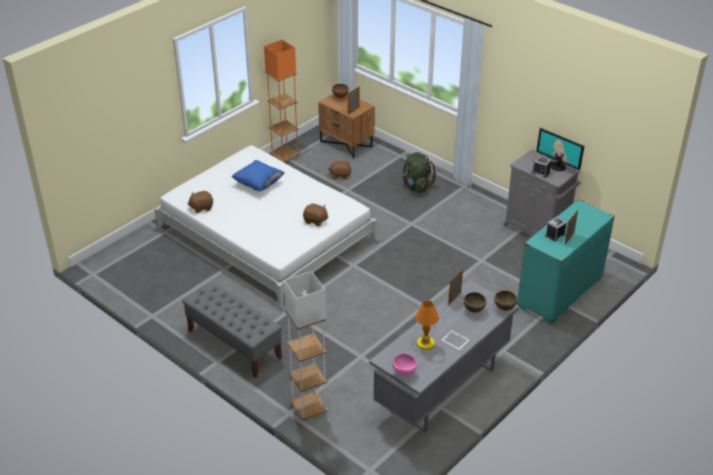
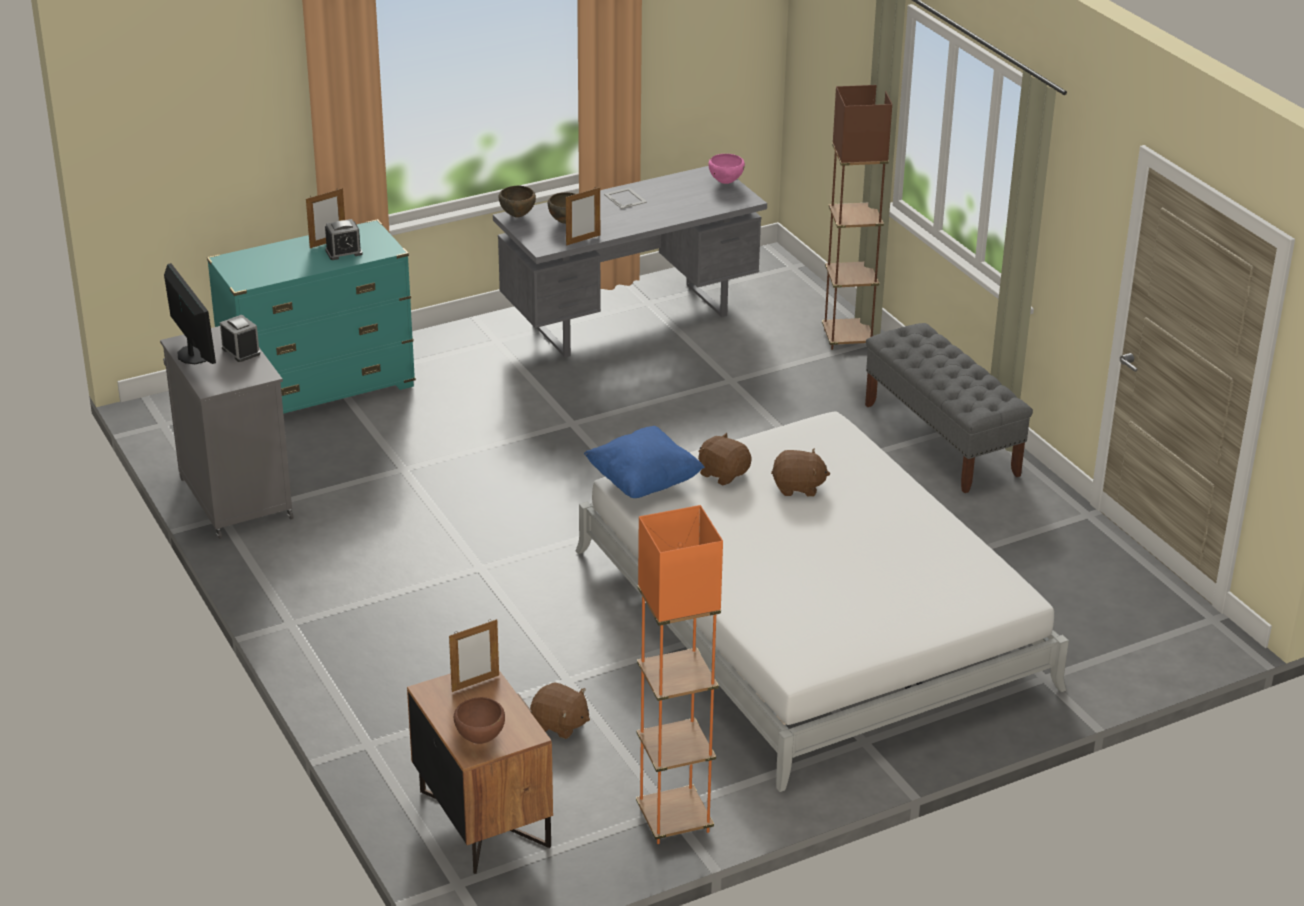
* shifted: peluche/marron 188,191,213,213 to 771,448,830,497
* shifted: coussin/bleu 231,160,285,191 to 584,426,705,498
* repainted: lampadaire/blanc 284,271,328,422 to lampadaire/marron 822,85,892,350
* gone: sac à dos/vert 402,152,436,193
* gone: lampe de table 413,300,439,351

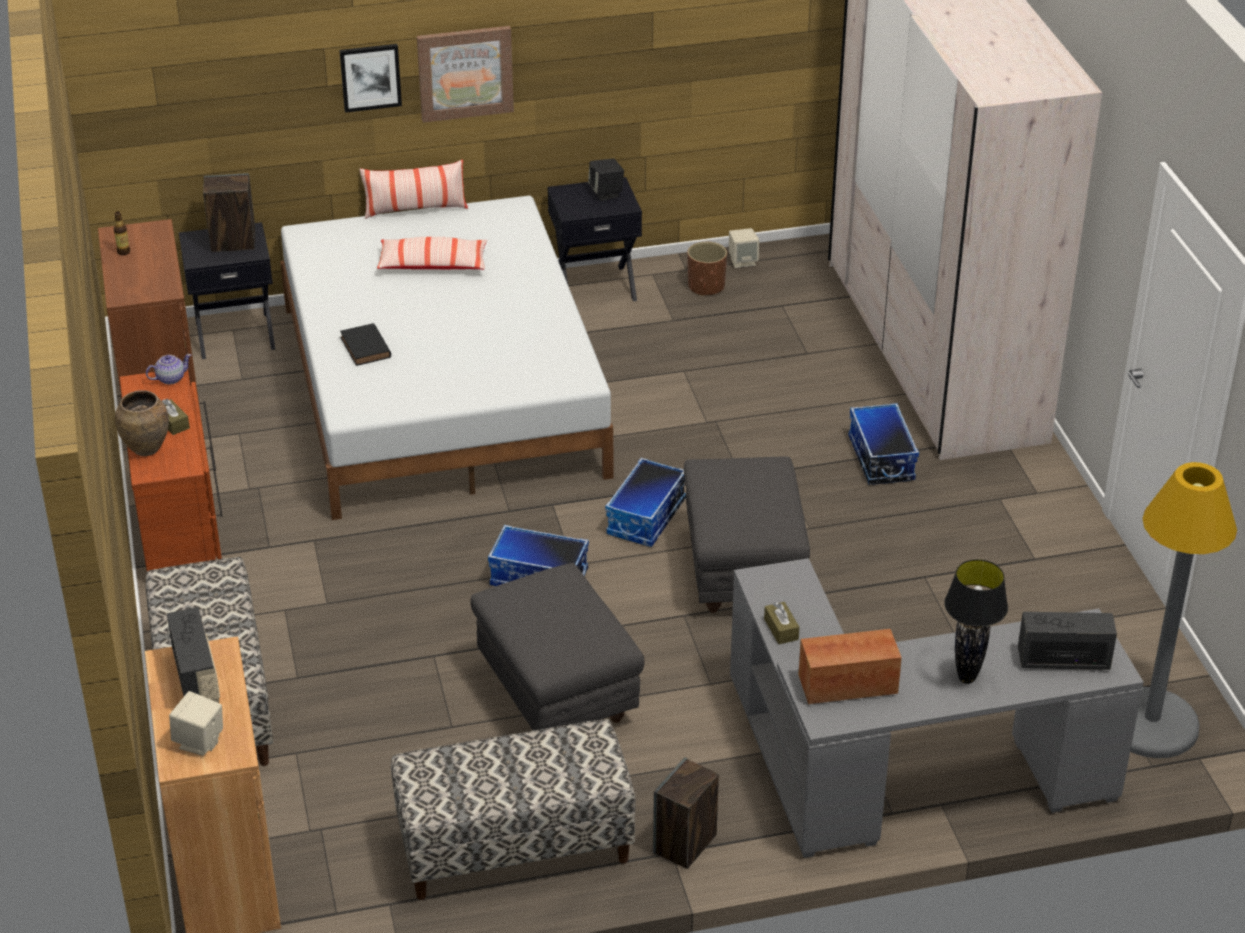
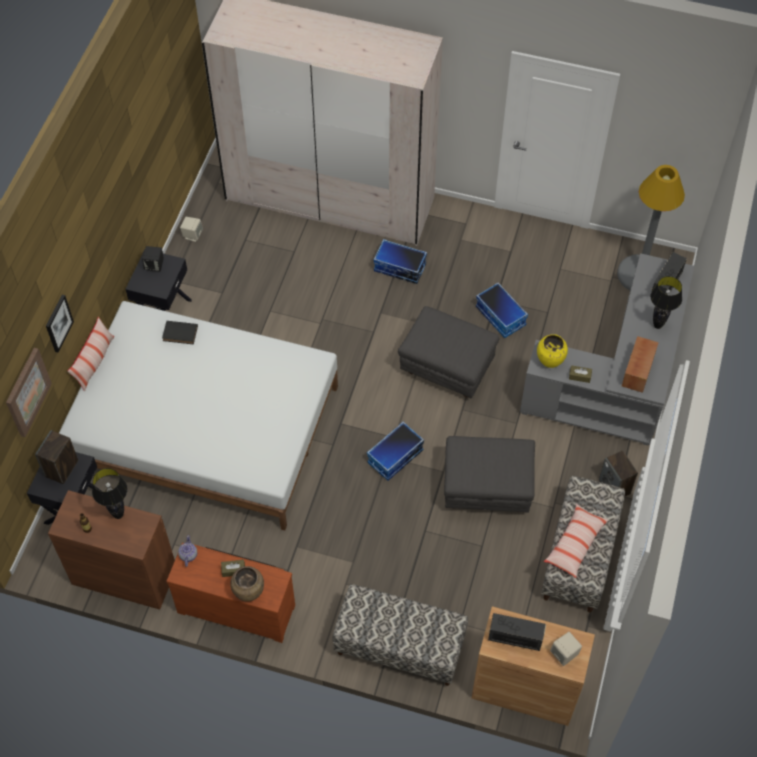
* shifted: livre/noir 340,323,391,366 to 162,321,198,345
* shifted: coussin 377,237,488,270 to 544,504,608,578
* shifted: tableau 417,26,514,123 to 6,348,52,437
* shifted: boîte de rangement 605,458,686,547 to 476,282,528,338
* gone: cache-pot/marron 687,242,727,296
* new: lampe de table/noir 92,468,128,519
* new: vase/jaune 537,334,568,368

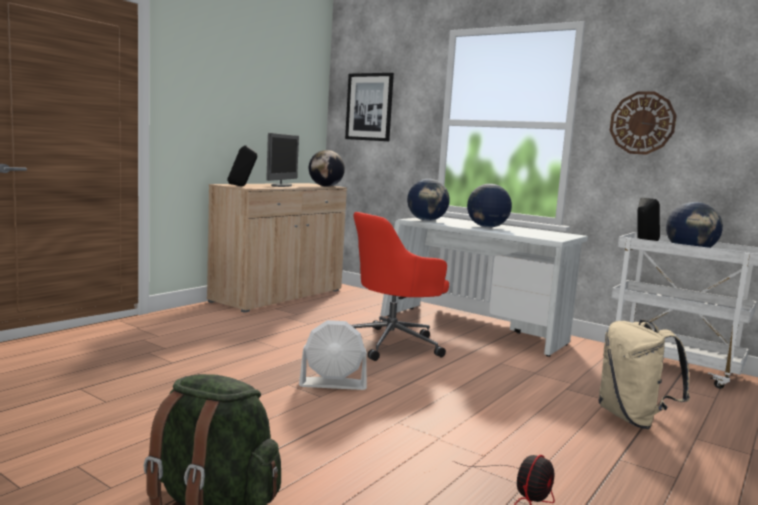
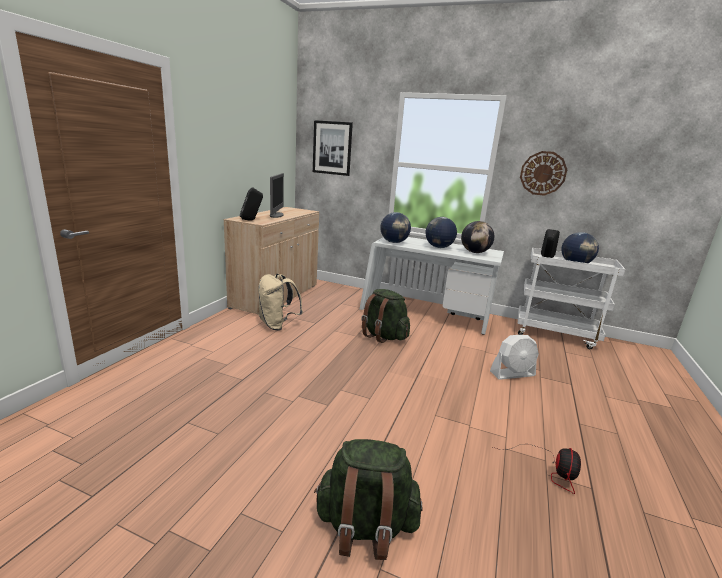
* shifted: ventilateur/blanc 299,320,367,390 to 490,335,539,380
* shifted: globe 309,150,345,186 to 461,221,494,253
* swapped: chaise de bureau/rouge 351,212,449,361 to sac à dos/vert 361,289,410,343
* shifted: sac à dos/beige 599,320,690,429 to 258,273,303,331

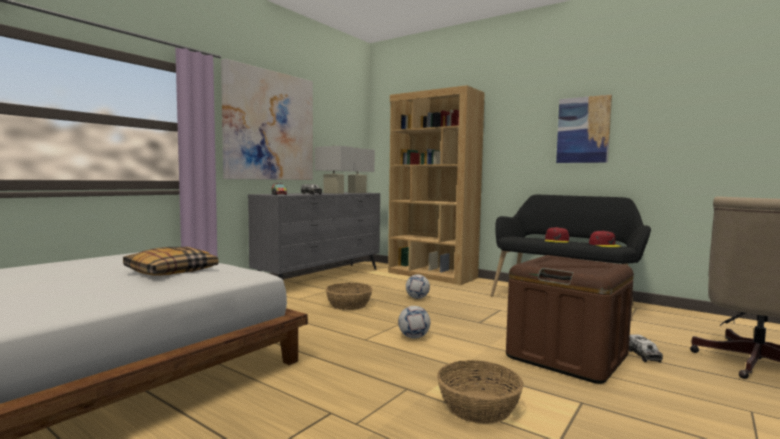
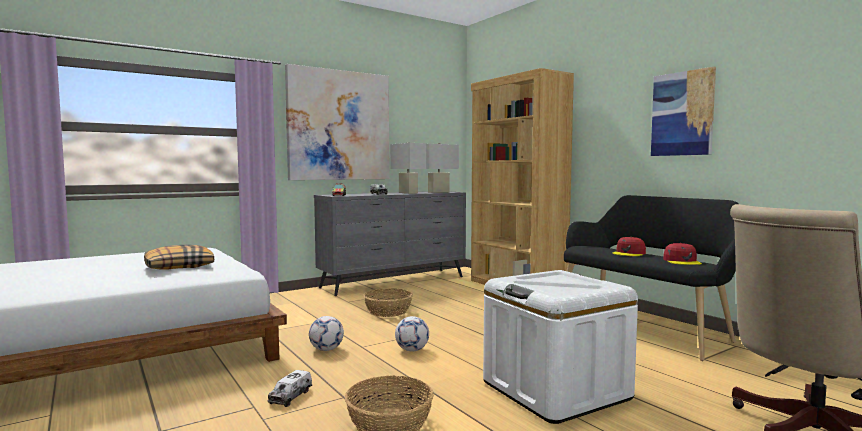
* shifted: ballon de foot 406,274,430,299 to 309,316,344,351
* repainted: boîte de rangement/marron 506,255,634,384 to boîte de rangement/blanc 483,270,638,424
* shifted: camion jouet 629,334,663,362 to 268,370,312,407

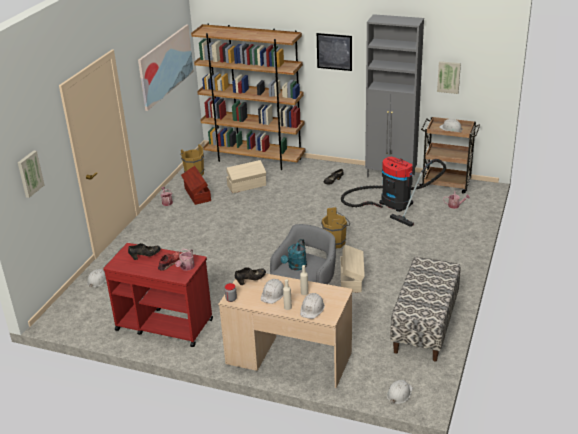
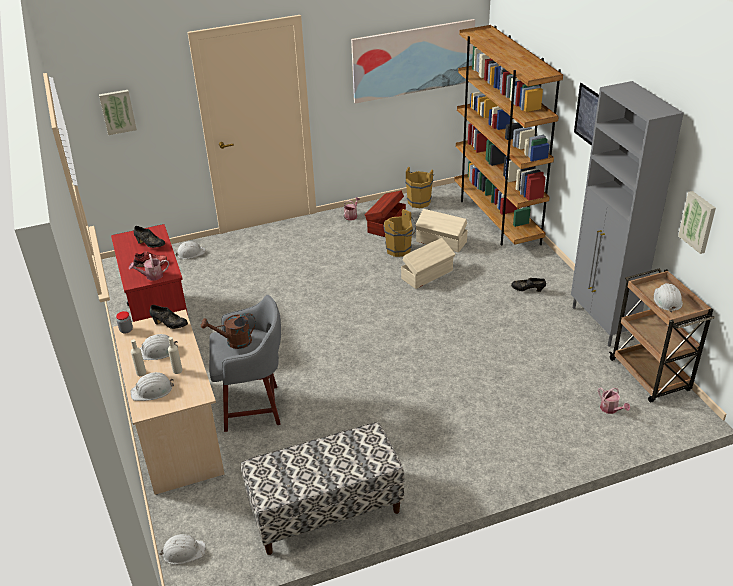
* repainted: arrosoir/turquoise 281,239,307,270 to arrosoir/marron 201,313,256,349
* shifted: seau/marron 321,207,350,248 to 383,209,416,257
* gone: aspirateur 341,156,446,227
* shifted: boîte de rangement/beige 341,245,365,292 to 401,238,455,289

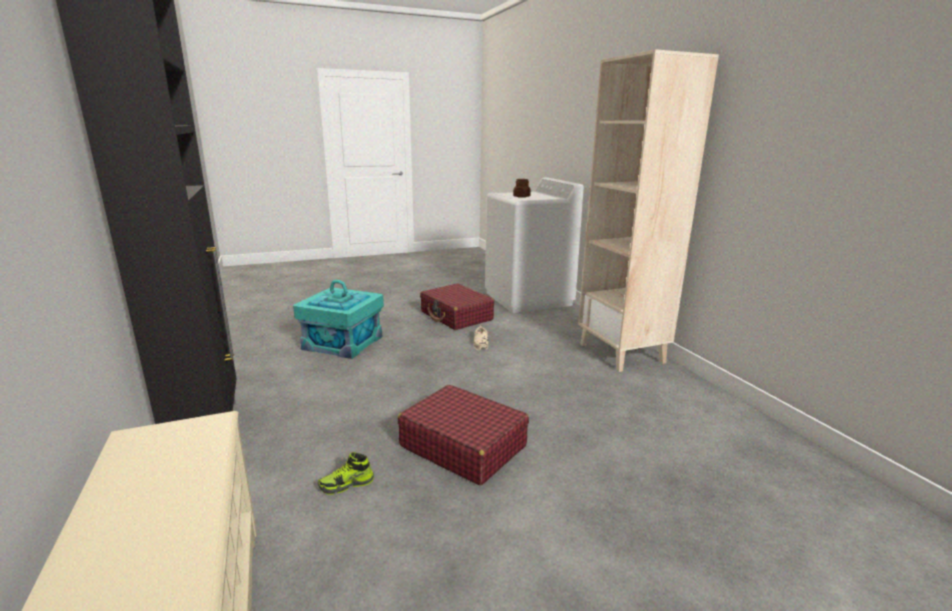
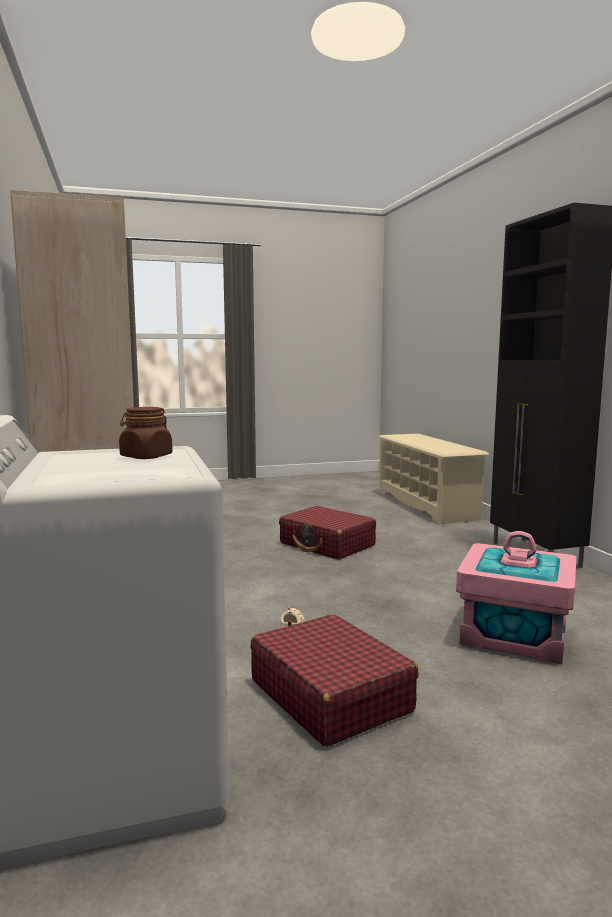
* repainted: boîte de rangement/turquoise 293,280,384,359 to boîte de rangement/rose 456,531,576,664
* gone: chaussure 318,452,374,495

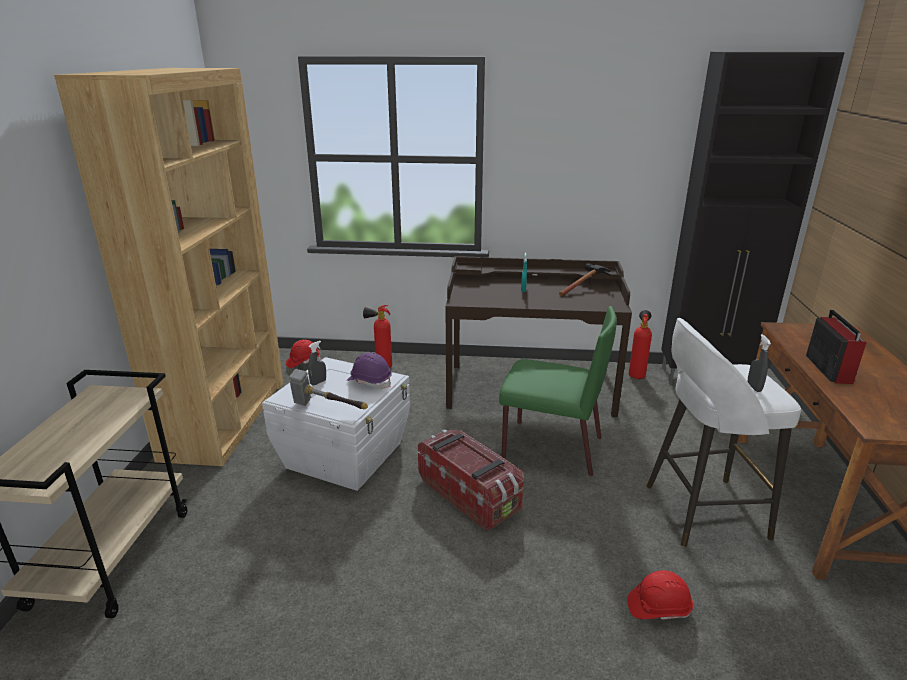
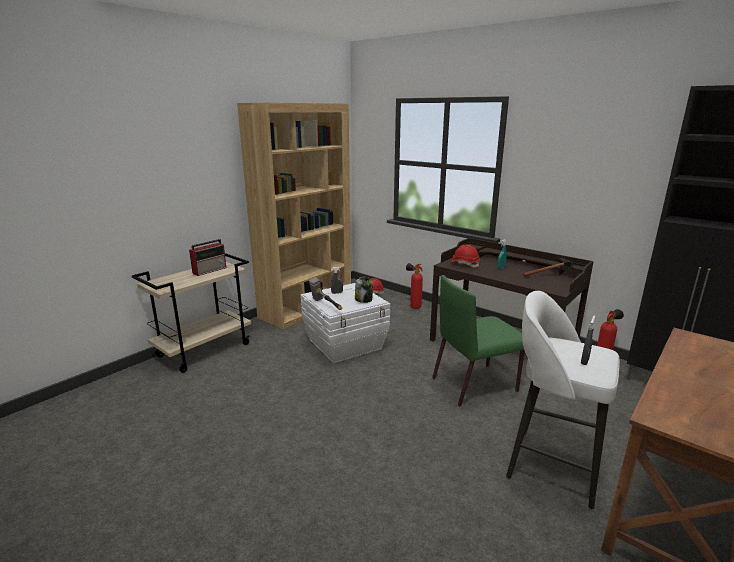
* swapped: casque de chantier/violet 347,352,392,389 to bocal 355,277,373,303
* gone: boîte de rangement 418,429,524,531
* rotated: chaise/vert 499,306,617,476 = 432,275,525,406 105 degrees clockwise
* shifted: casque de chantier/rouge 627,570,693,620 to 449,245,480,267
* shifted: radio 806,310,867,384 to 189,239,226,276

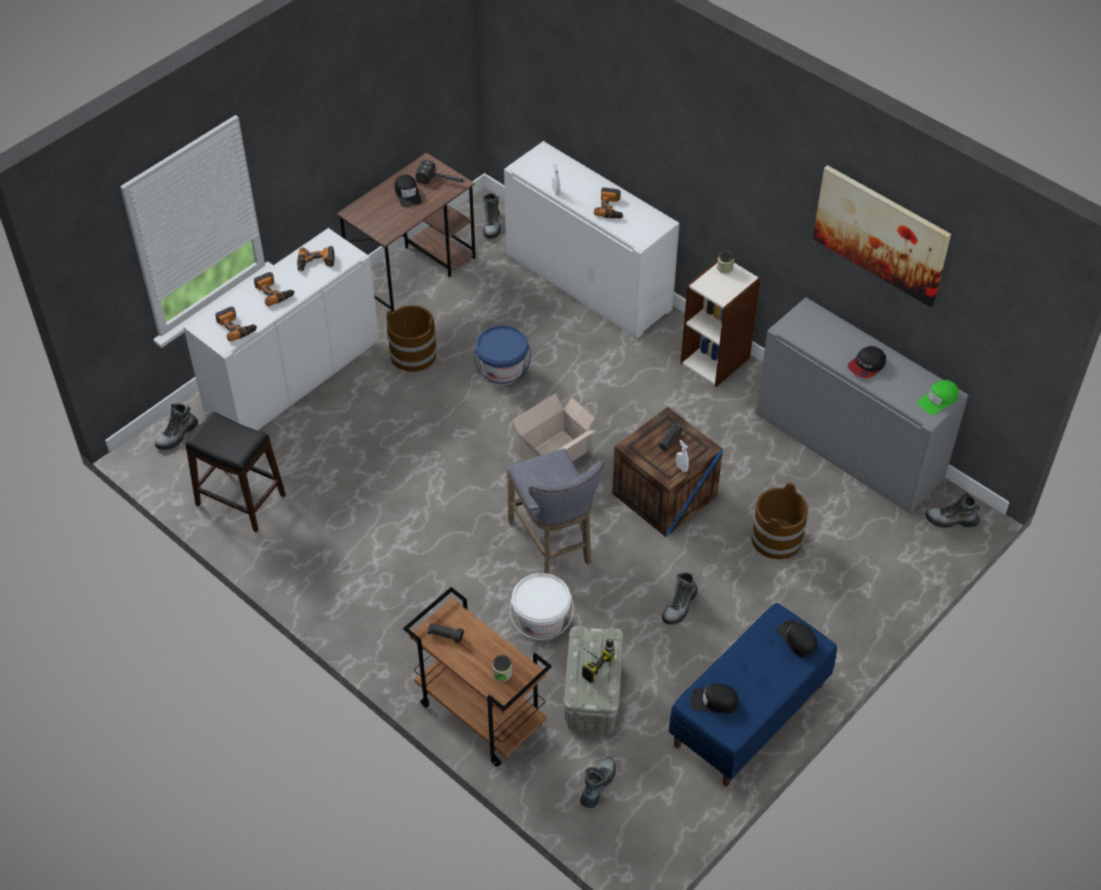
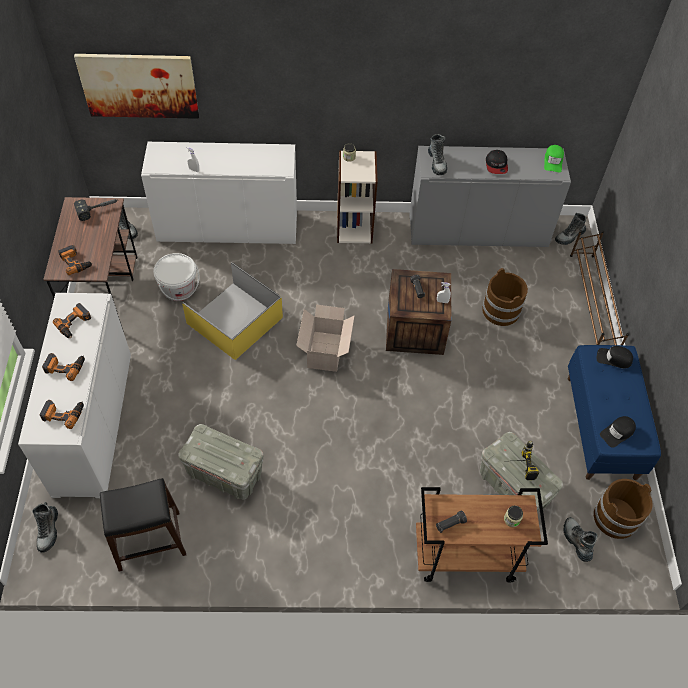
* shifted: seau/marron 386,305,437,372 to 594,479,652,539
* gone: casquette/noir 395,175,422,207
* swapped: seau/bleu 474,325,531,385 to boîte de rangement/jaune 182,262,283,360
* gone: tabouret/gris 507,448,604,574
* shifted: seau/blanc 510,573,574,640 to 153,253,199,301
* shifted: perceuse 594,187,624,219 to 58,245,92,275
* shifted: botte 662,572,698,625 to 428,134,447,175
* shifted: tableau 813,165,951,307 to 74,54,199,119
* new: boîte de rangement/gris 178,424,264,500
* new: étagère à chaussures/marron 570,230,629,345

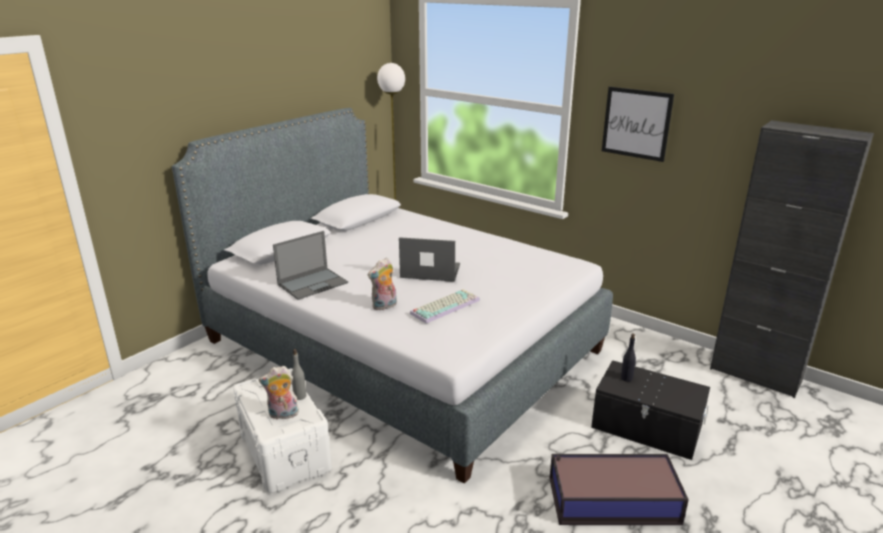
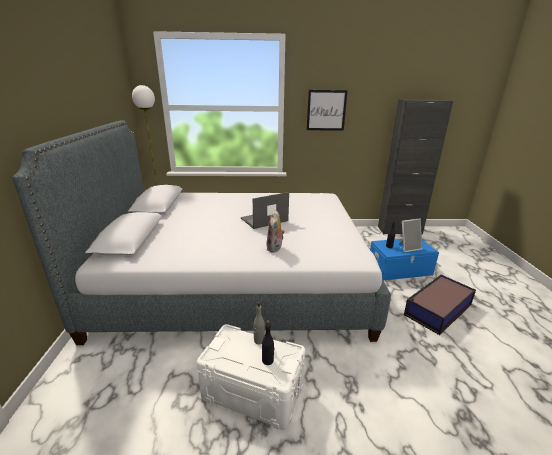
* swapped: peluche 259,366,299,420 to bouteille/noir 262,320,274,365
* gone: ordinateur portable 273,231,348,300
* gone: clavier 410,289,480,324
* repainted: boîte de rangement/noir 591,360,710,460 to boîte de rangement/bleu 370,239,439,280
* new: cadre photo 399,218,422,252

